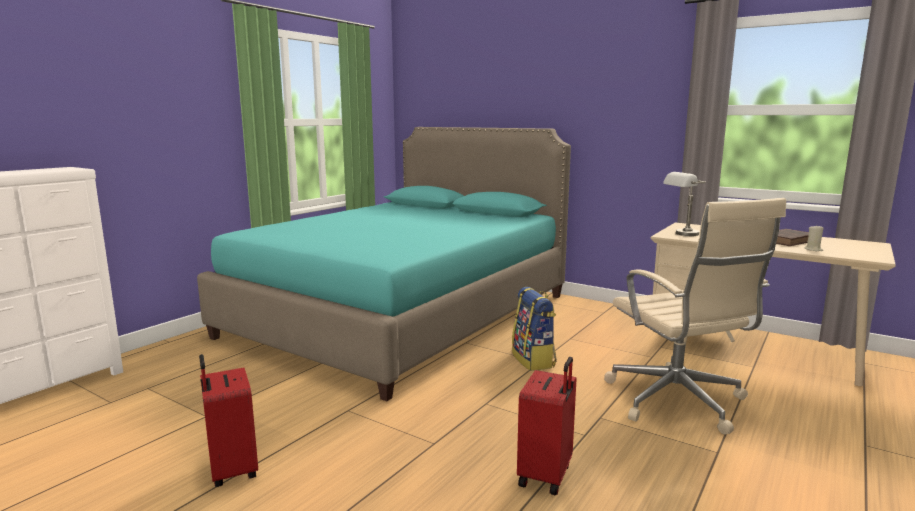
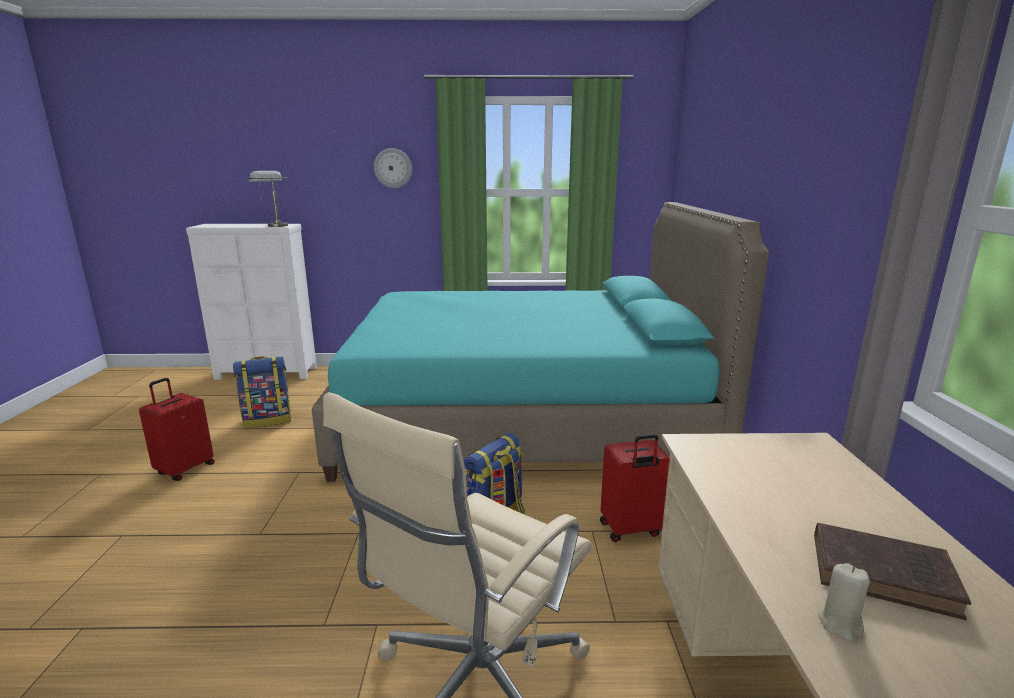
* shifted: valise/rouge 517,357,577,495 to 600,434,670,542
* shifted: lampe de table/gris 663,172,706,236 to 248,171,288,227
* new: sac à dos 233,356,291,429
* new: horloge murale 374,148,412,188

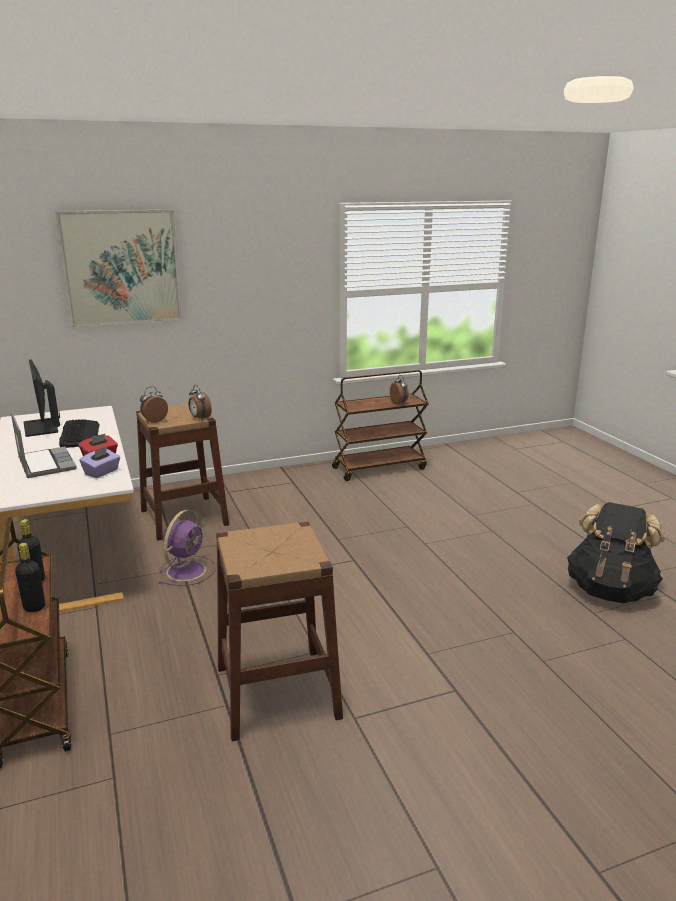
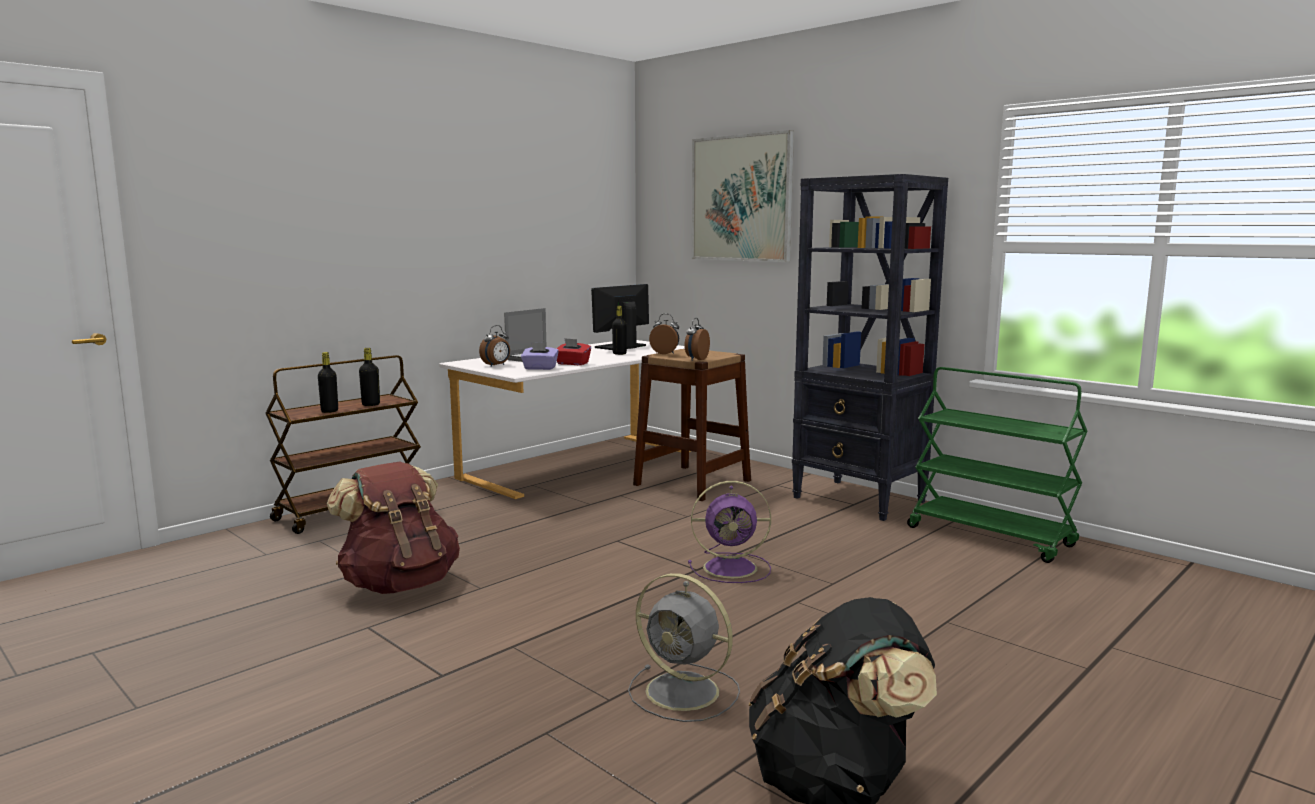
* swapped: clavier 59,419,100,448 to bouteille/noir 612,306,627,355
* shifted: ventilateur/violet 159,510,216,586 to 688,481,771,583
* swapped: tabouret/marron 216,522,343,741 to sac à dos/marron 326,461,460,594
* repainted: chariot/marron 332,370,429,481 to chariot/vert 907,367,1087,563
* shifted: réveil 390,375,409,405 to 479,325,510,366
* new: ventilateur/gris 628,573,740,722
* new: bibliothèque/noir 792,174,948,521

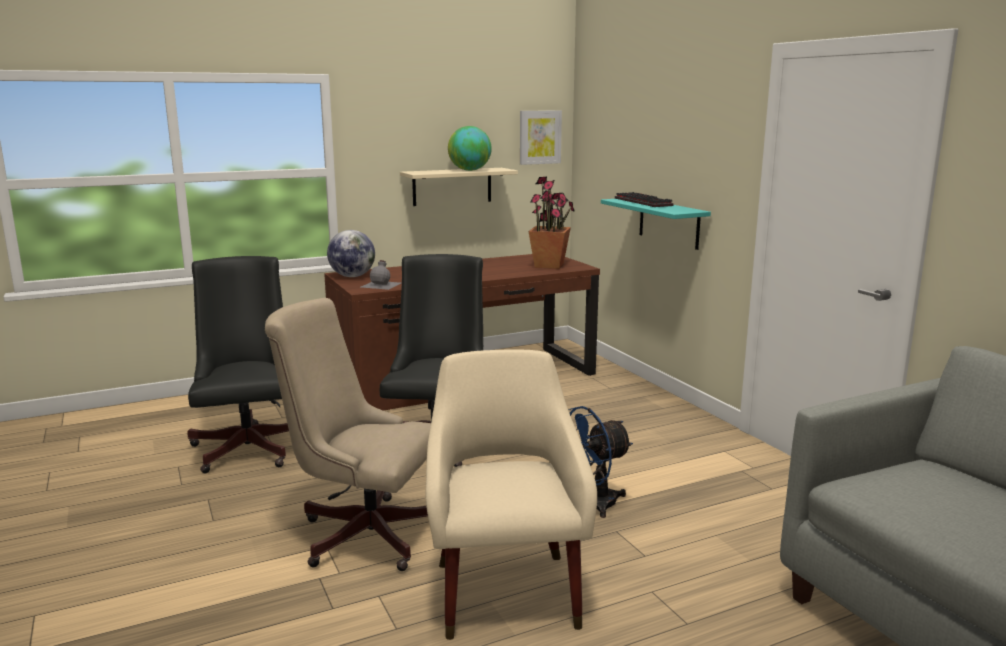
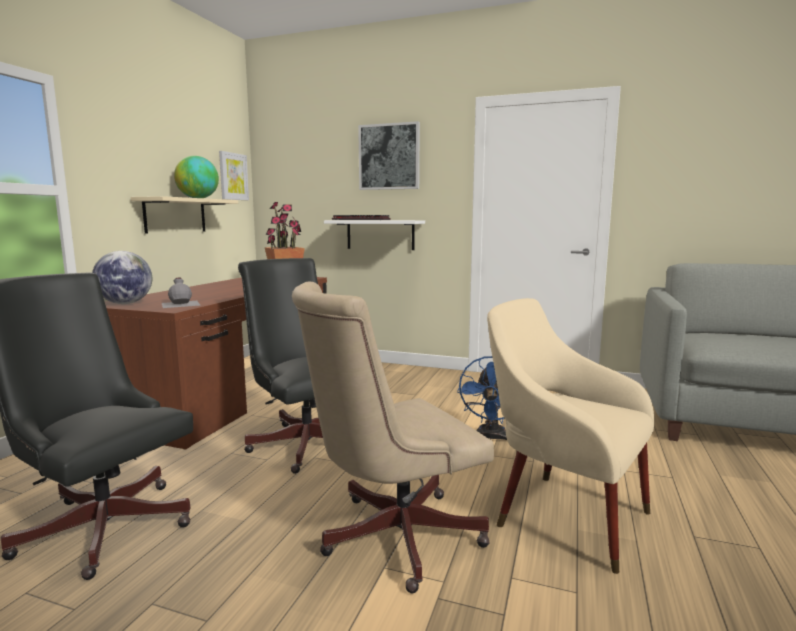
* repainted: étagère/turquoise 601,199,711,250 to étagère/blanc 324,220,425,250
* new: tableau 358,121,420,190

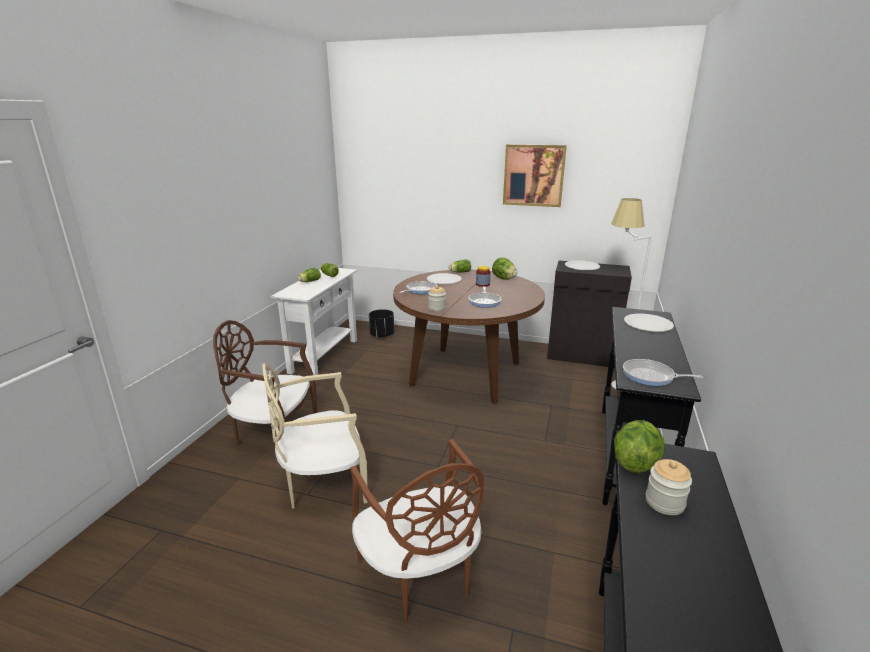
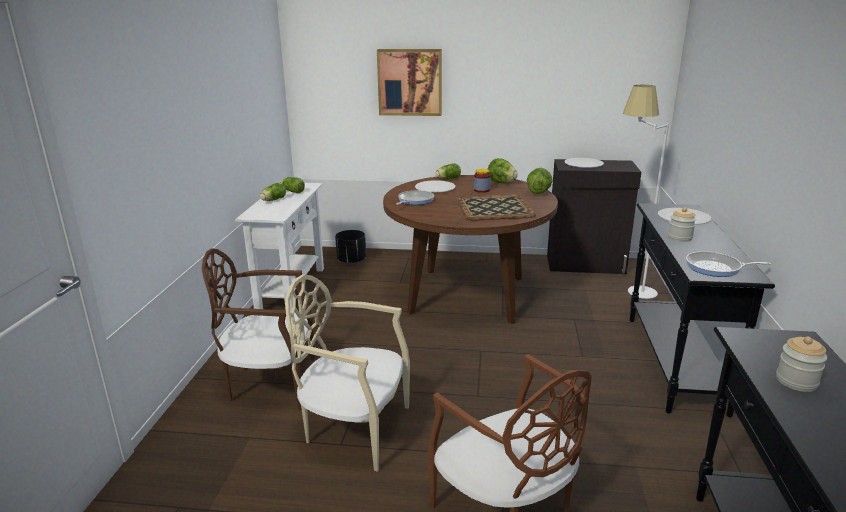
* rotated: chaise/beige 263,363,368,508 = 285,274,410,472 45 degrees clockwise
* shifted: bocal 428,286,446,311 to 668,207,696,242
* swapped: poêle 468,286,502,308 to plateau 457,195,536,221
* shifted: tableau 503,144,567,207 to 377,49,442,116
* shifted: laitue 614,420,665,473 to 527,168,553,194

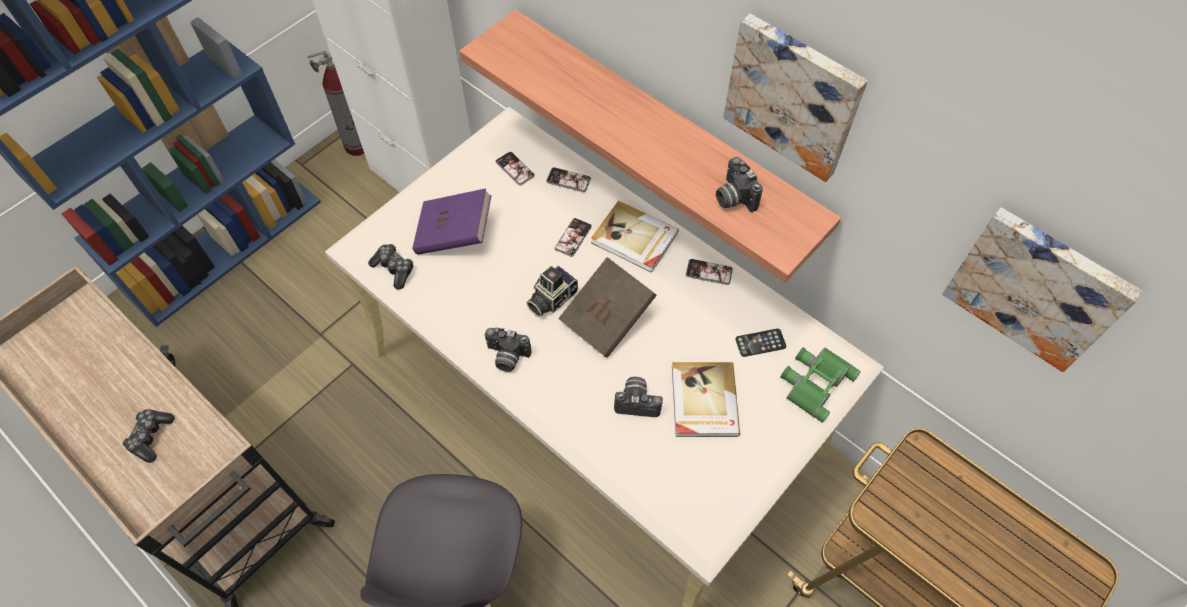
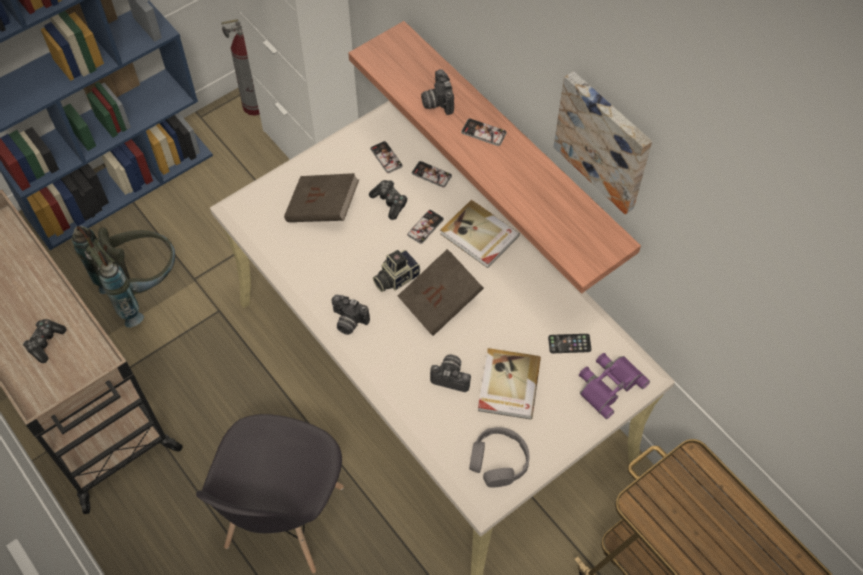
* shifted: manette 368,244,413,290 to 369,180,408,220
* repainted: livre/violet 412,188,492,255 to livre/marron 284,173,359,222
* shifted: téléphone 686,259,733,285 to 461,119,507,146
* shifted: appareil photo 716,157,763,212 to 421,69,454,115
* repainted: jumelles/vert 780,347,861,423 to jumelles/violet 579,353,650,419
* gone: tableau 942,207,1143,372
* new: sac à dos/gris 71,226,175,328
* new: casque audio/gris 469,427,529,488

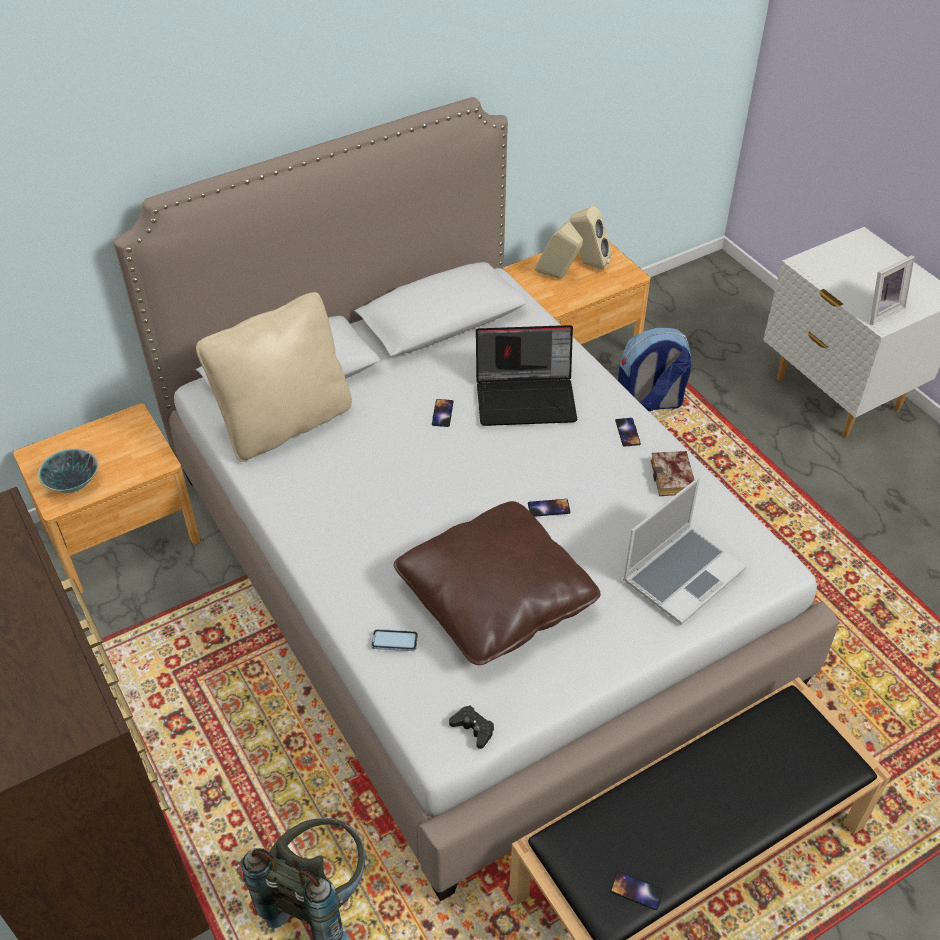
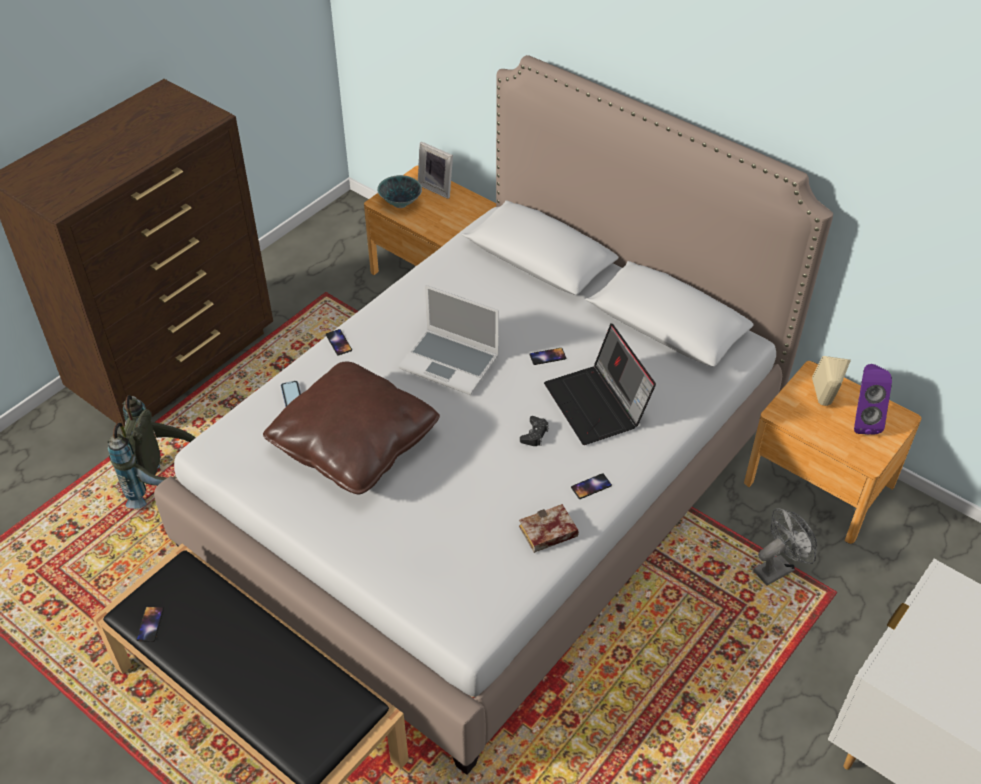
* gone: coussin/beige 196,292,352,462
* shifted: manette/noir 449,705,494,749 to 520,416,549,446
* shifted: téléphone 528,499,570,517 to 326,329,352,356
* repainted: enceinte/beige 570,206,612,270 to enceinte/violet 854,364,892,435
* swapped: sac à dos 618,328,691,411 to ventilateur/gris 753,508,817,586
* shifted: ordinateur portable 623,477,746,625 to 399,285,499,395
* shifted: cadre photo 870,255,915,325 to 418,141,453,199

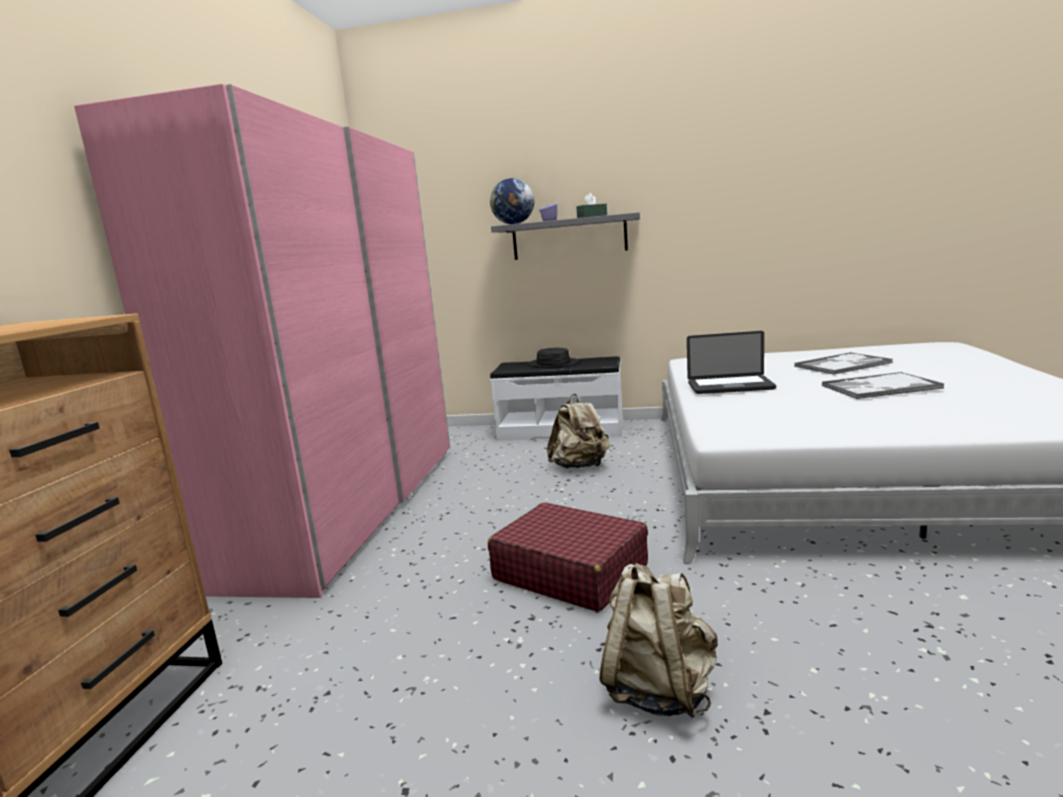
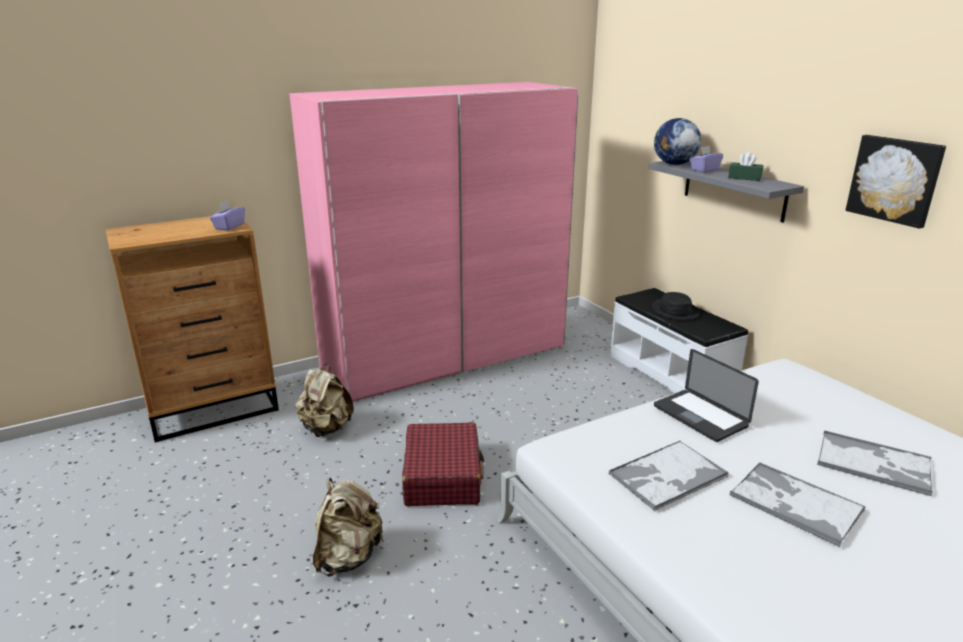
* shifted: sac à dos/beige 547,394,610,469 to 295,363,354,437
* new: boîte à mouchoirs/violet 210,201,245,231
* new: plateau 609,441,729,511
* new: tableau 846,135,946,229

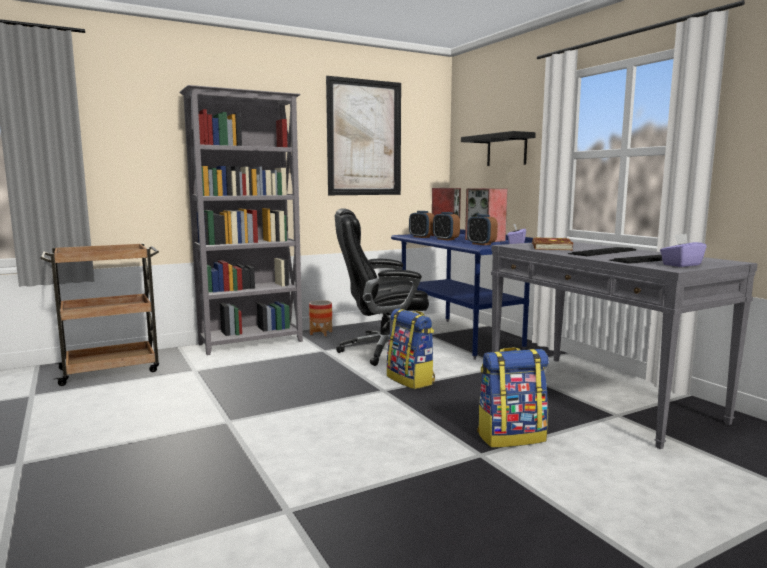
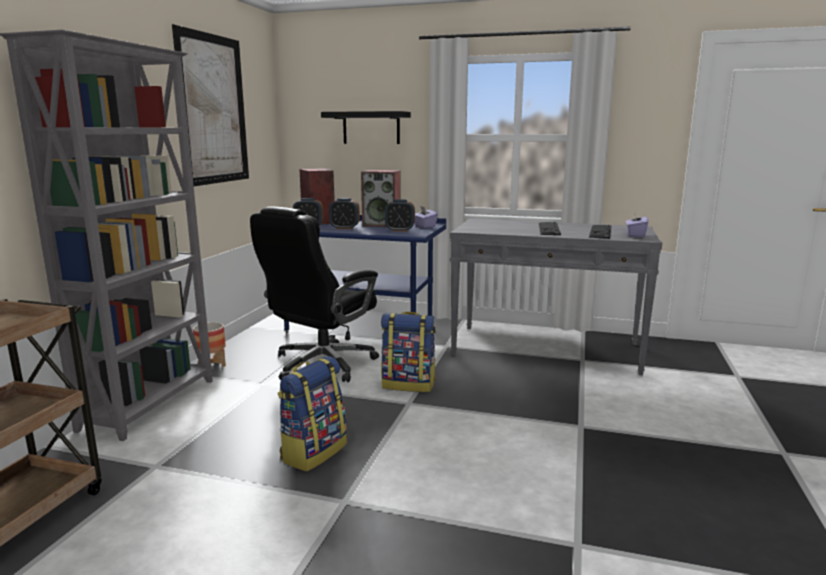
* shifted: sac à dos 477,347,549,447 to 278,356,347,472
* gone: livre/marron 532,237,574,250

